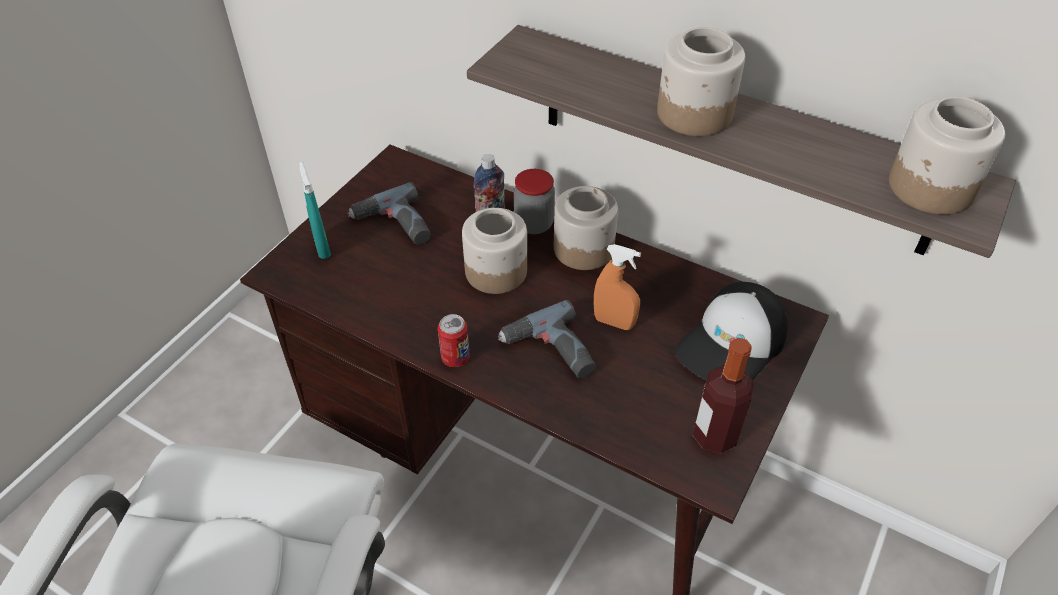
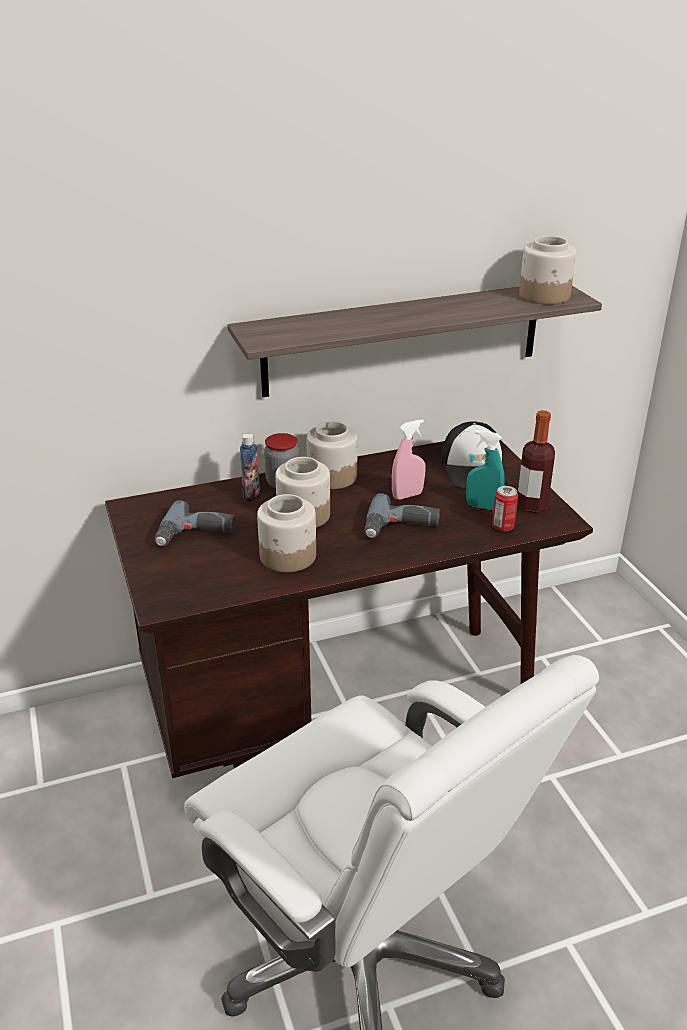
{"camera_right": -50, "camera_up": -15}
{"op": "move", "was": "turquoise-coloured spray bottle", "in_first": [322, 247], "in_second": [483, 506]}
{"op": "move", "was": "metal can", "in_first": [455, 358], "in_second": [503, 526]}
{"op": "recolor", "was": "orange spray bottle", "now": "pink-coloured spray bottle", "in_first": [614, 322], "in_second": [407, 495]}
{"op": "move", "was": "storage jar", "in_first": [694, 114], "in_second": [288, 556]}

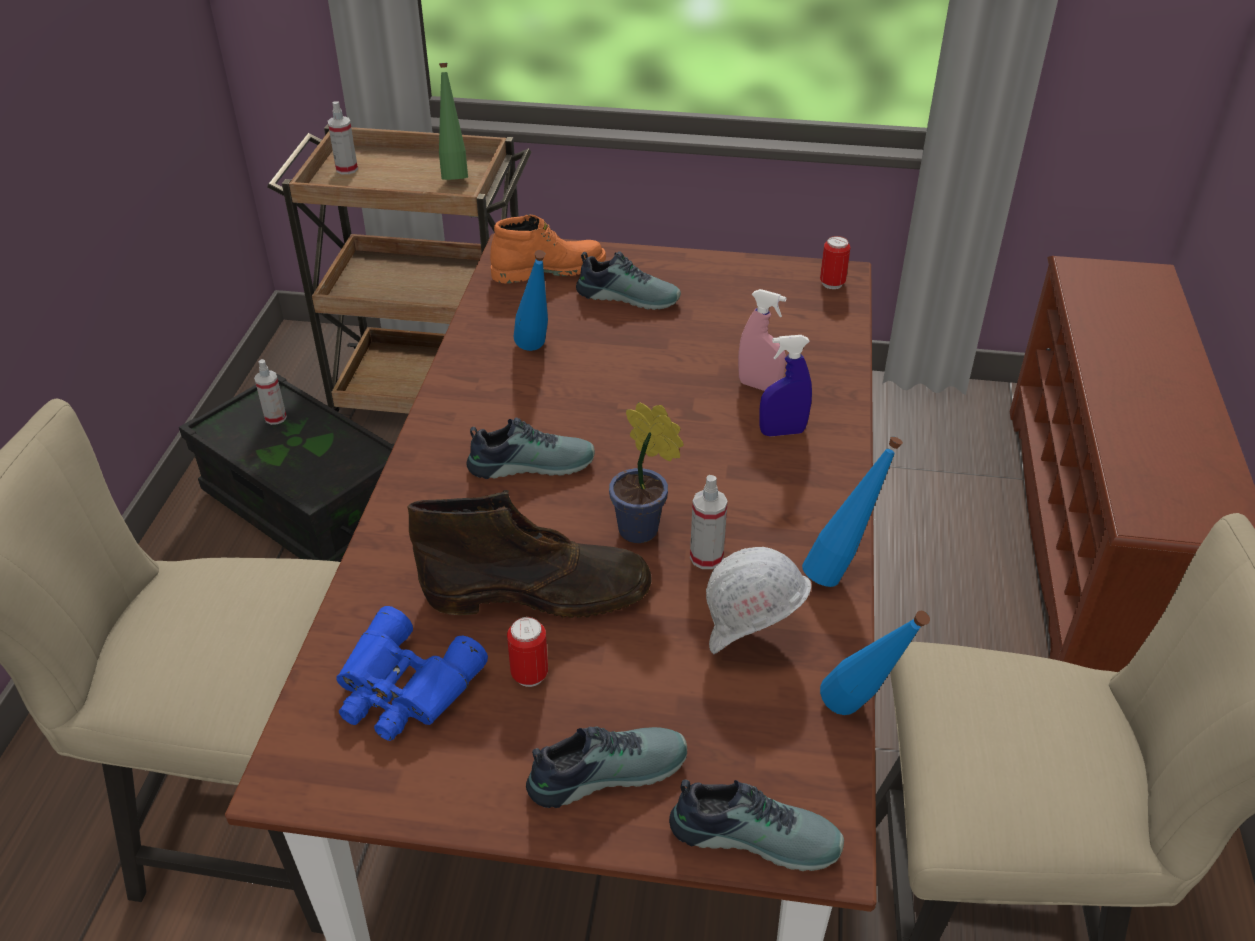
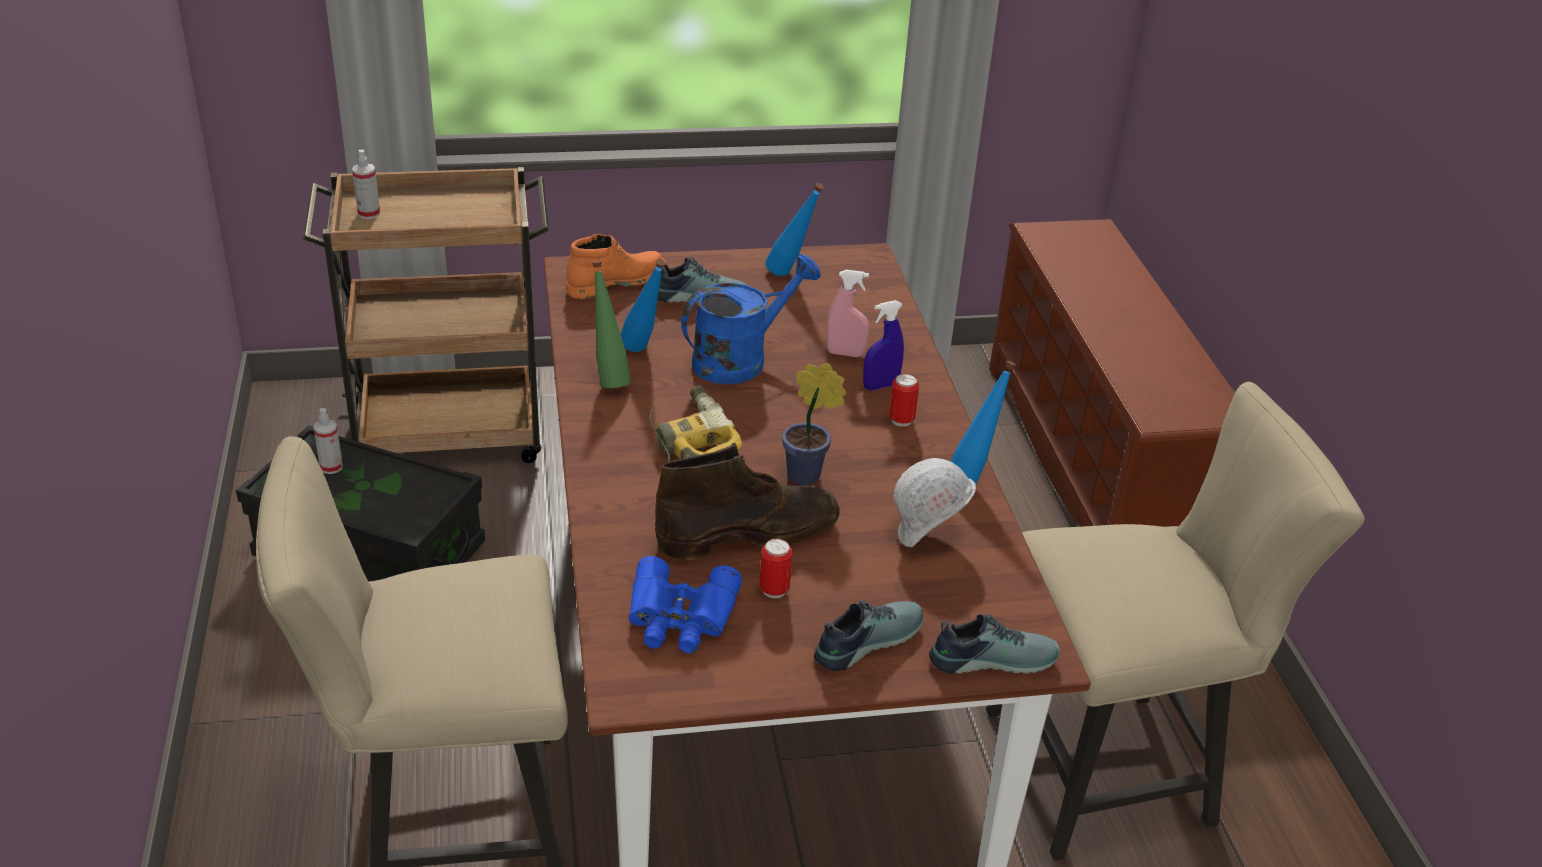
{"camera_right": -20, "camera_up": -5}
{"op": "move", "was": "greenish beverage bottle", "in_first": [454, 175], "in_second": [609, 379]}
{"op": "replace", "was": "low shoe", "now": "drill", "in_first": [531, 462], "in_second": [689, 439]}
{"op": "delete", "was": "spray bottle", "in_first": [706, 557]}
{"op": "move", "was": "metal can", "in_first": [832, 283], "in_second": [901, 420]}
{"op": "move", "was": "bluish beverage bottle", "in_first": [860, 715], "in_second": [791, 275]}
{"op": "insert", "now": "bluish watering pot", "in_second": [740, 359]}

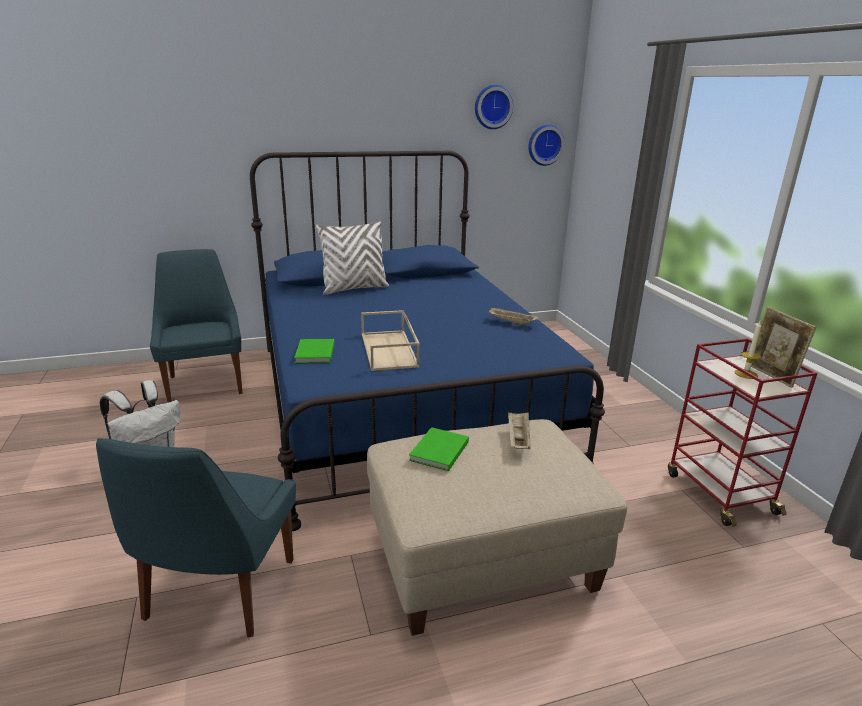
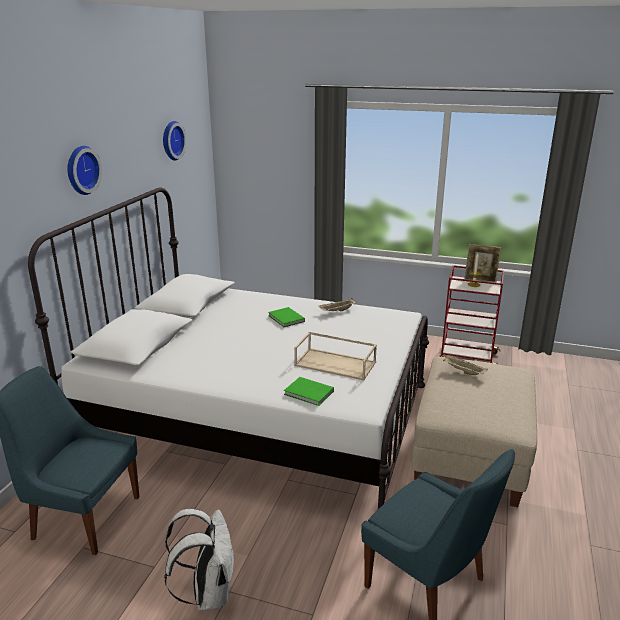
{"camera_right": -55, "camera_up": 0}
{"op": "recolor", "was": "bluish sleeping bed", "now": "whitish sleeping bed", "in_first": [400, 401], "in_second": [259, 417]}
{"op": "delete", "was": "whitish cushion", "in_first": [354, 288]}
{"op": "move", "was": "greenish volume", "in_first": [438, 451], "in_second": [286, 319]}
{"op": "move", "was": "wall clock", "in_first": [544, 144], "in_second": [80, 170]}

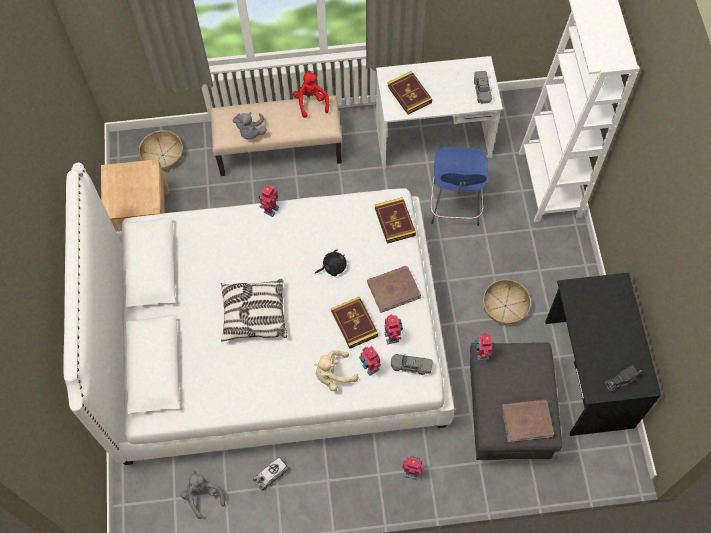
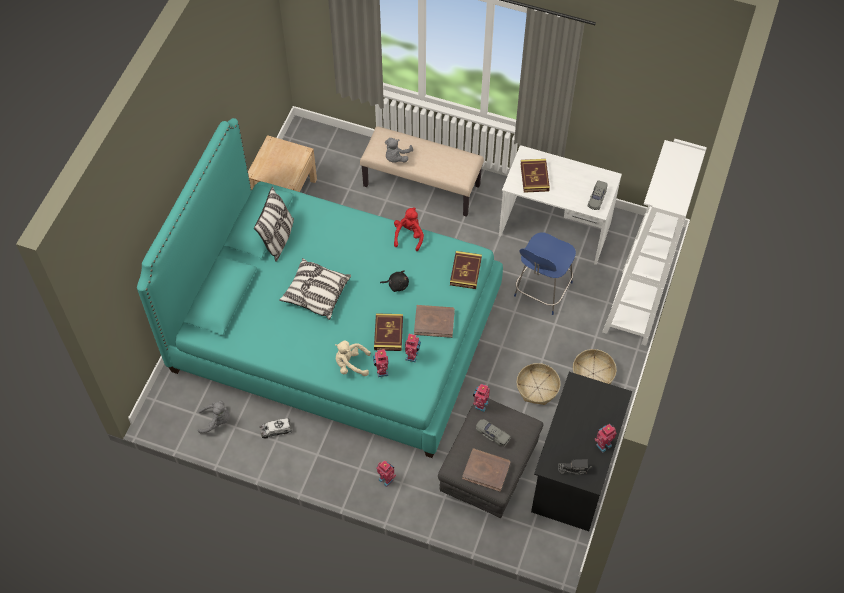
{"camera_right": 25, "camera_up": -5}
{"op": "recolor", "was": "whitish sleeping bed", "now": "turquoise-coloured sleeping bed", "in_first": [275, 341], "in_second": [335, 332]}
{"op": "move", "was": "basket", "in_first": [162, 155], "in_second": [593, 373]}
{"op": "rotate", "was": "greyish cuddly toy", "in_first": [203, 495], "in_second": [216, 421], "clockwise": 90}
{"op": "move", "was": "toy robot", "in_first": [270, 209], "in_second": [603, 444]}
{"op": "move", "was": "red cuddly toy", "in_first": [311, 102], "in_second": [409, 236]}
{"op": "move", "was": "greyish toy car", "in_first": [411, 366], "in_second": [492, 434]}
{"op": "insert", "now": "cushion", "in_second": [278, 238]}

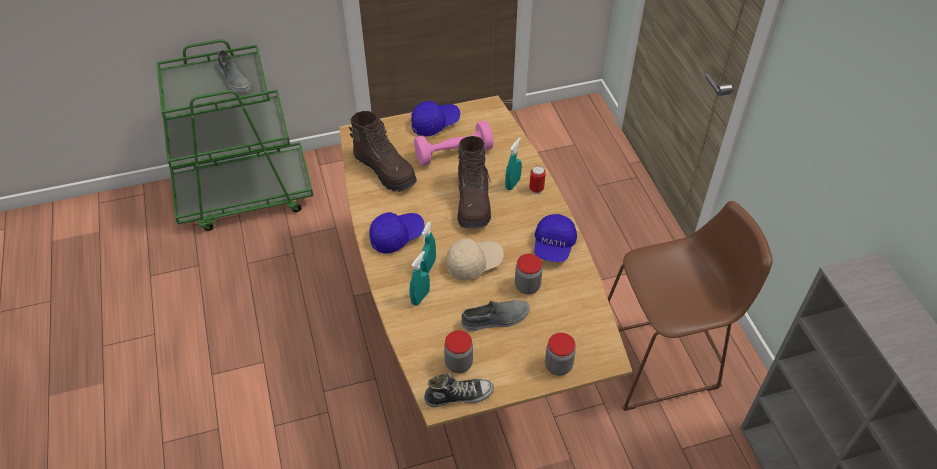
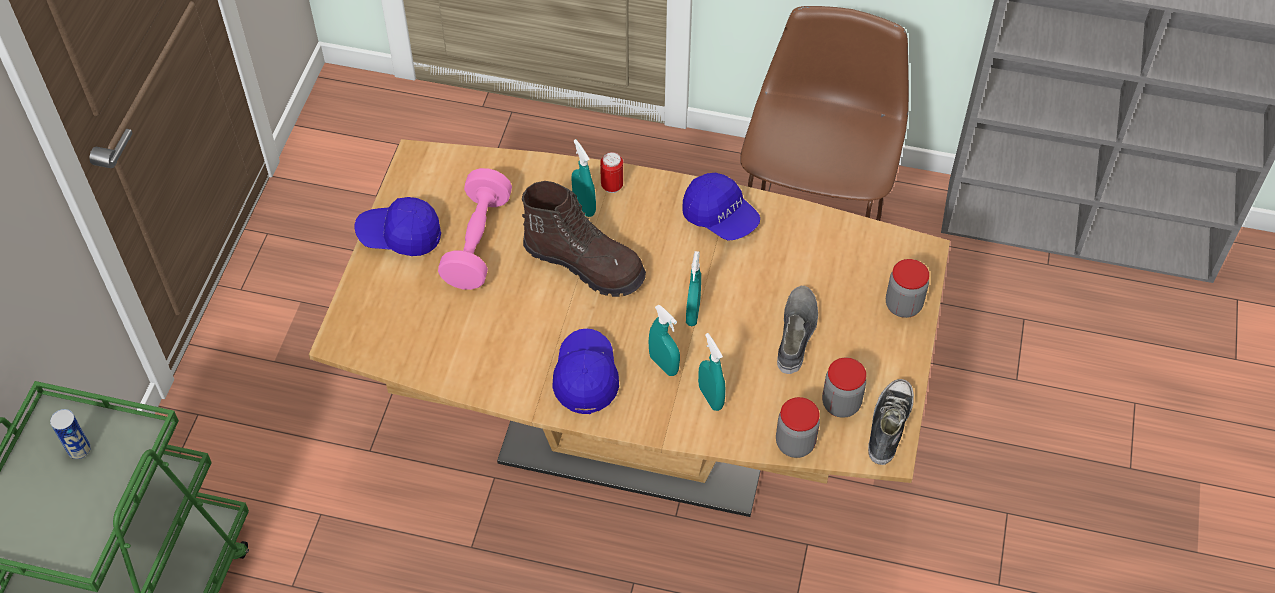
{"camera_right": -60, "camera_up": 5}
{"op": "replace", "was": "greyish low shoe", "now": "metal can", "in_first": [234, 78], "in_second": [79, 450]}
{"op": "delete", "was": "brown-coloured tall boot", "in_first": [385, 170]}
{"op": "rotate", "was": "bluish peaked cap", "in_first": [435, 123], "in_second": [400, 236], "clockwise": -90}
{"op": "replace", "was": "beige-coloured peaked cap", "now": "turquoise-coloured spray bottle", "in_first": [474, 263], "in_second": [692, 313]}
{"op": "move", "was": "storage jar", "in_first": [527, 286], "in_second": [795, 443]}

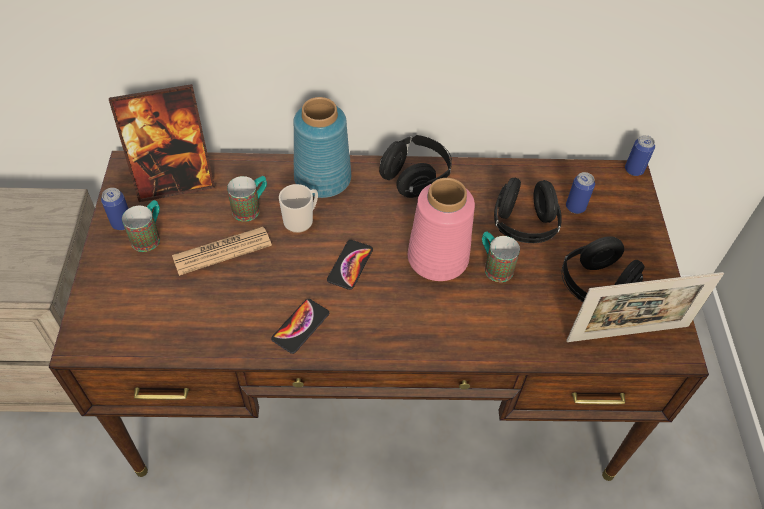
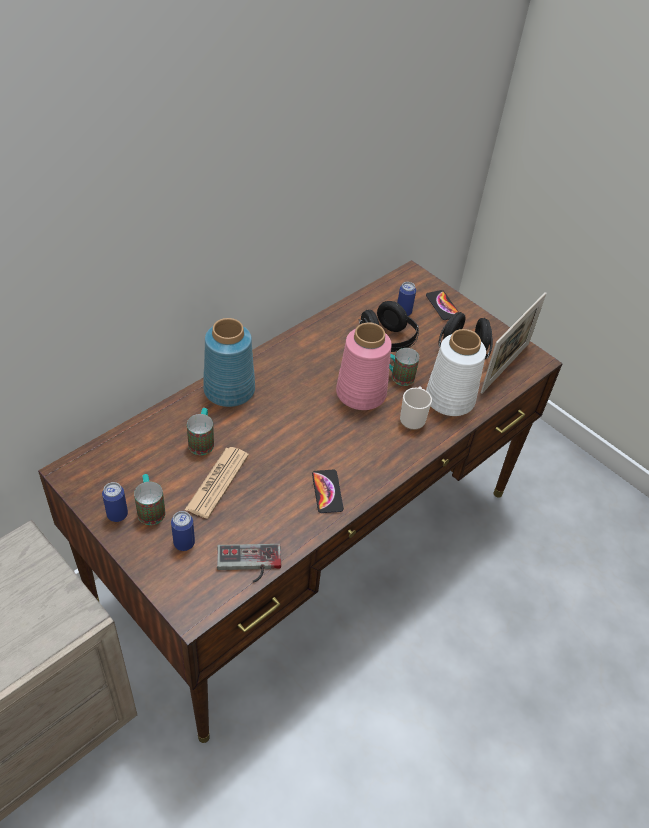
{"camera_right": -45, "camera_up": -5}
{"op": "delete", "was": "standing frame", "in_first": [175, 182]}
{"op": "move", "was": "tea mug", "in_first": [301, 220], "in_second": [413, 418]}
{"op": "move", "was": "phone", "in_first": [350, 265], "in_second": [442, 306]}
{"op": "delete", "was": "black-coloured headphones", "in_first": [415, 177]}
{"op": "move", "was": "metal can", "in_first": [634, 170], "in_second": [184, 543]}
{"op": "insert", "now": "joypad", "in_second": [249, 565]}
{"op": "insert", "now": "whitish vase", "in_second": [450, 400]}

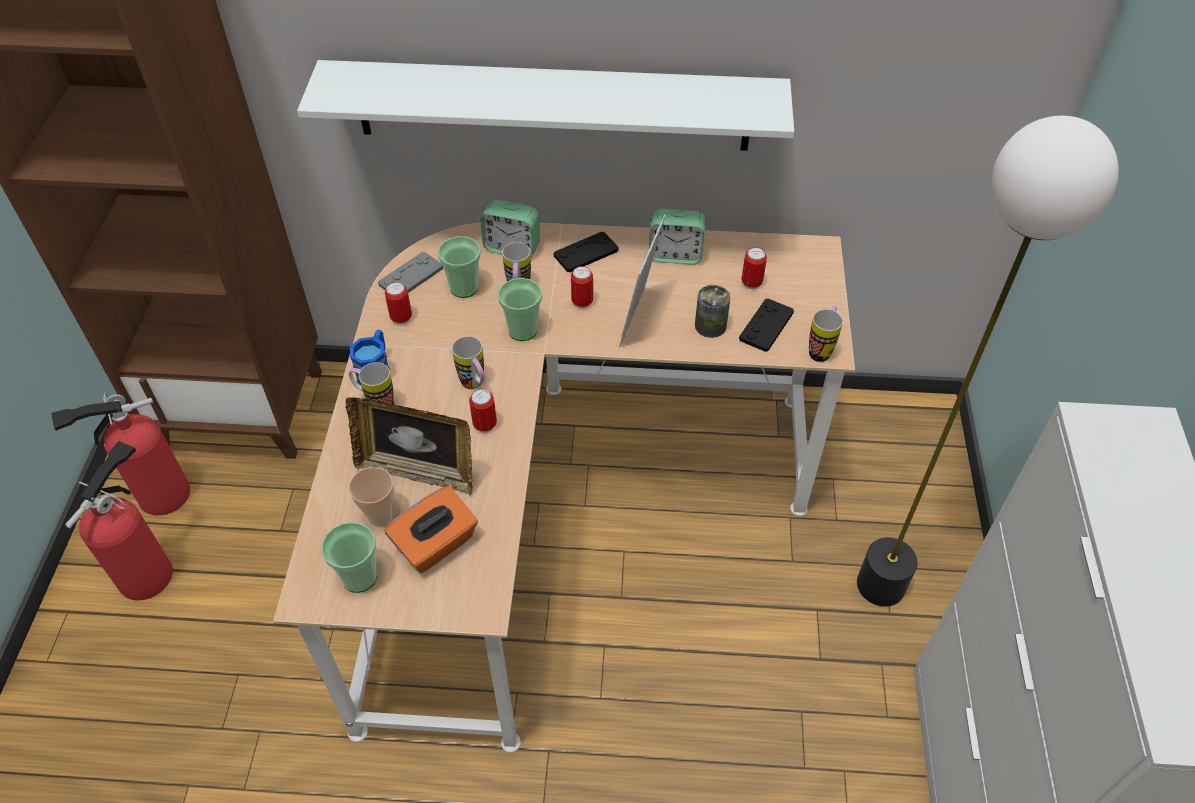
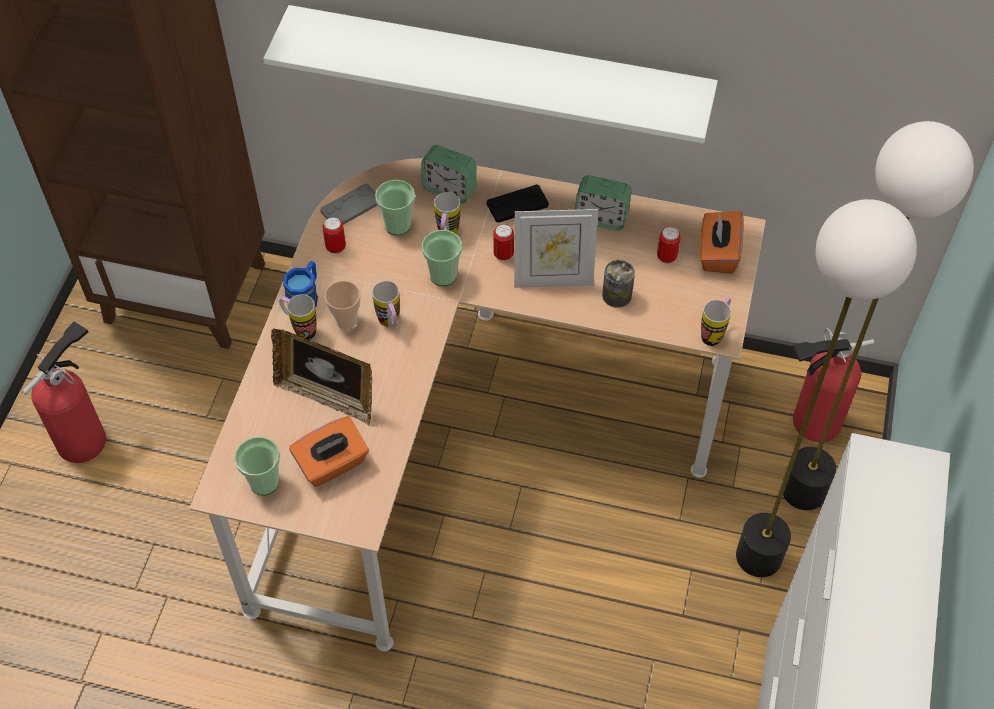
{"camera_right": 10, "camera_up": 5}
{"op": "move", "was": "extinguisher", "in_first": [158, 496], "in_second": [811, 422]}
{"op": "move", "was": "drinking cup", "in_first": [379, 515], "in_second": [346, 321]}
{"op": "delete", "was": "metal can", "in_first": [485, 425]}
{"op": "rotate", "was": "standing frame", "in_first": [640, 319], "in_second": [553, 279], "clockwise": -120}
{"op": "delete", "was": "black-coloured joypad", "in_first": [766, 326]}
{"op": "insert", "now": "orange tissue box", "in_second": [718, 254]}
{"op": "insert", "now": "standard lamp", "in_second": [803, 490]}

